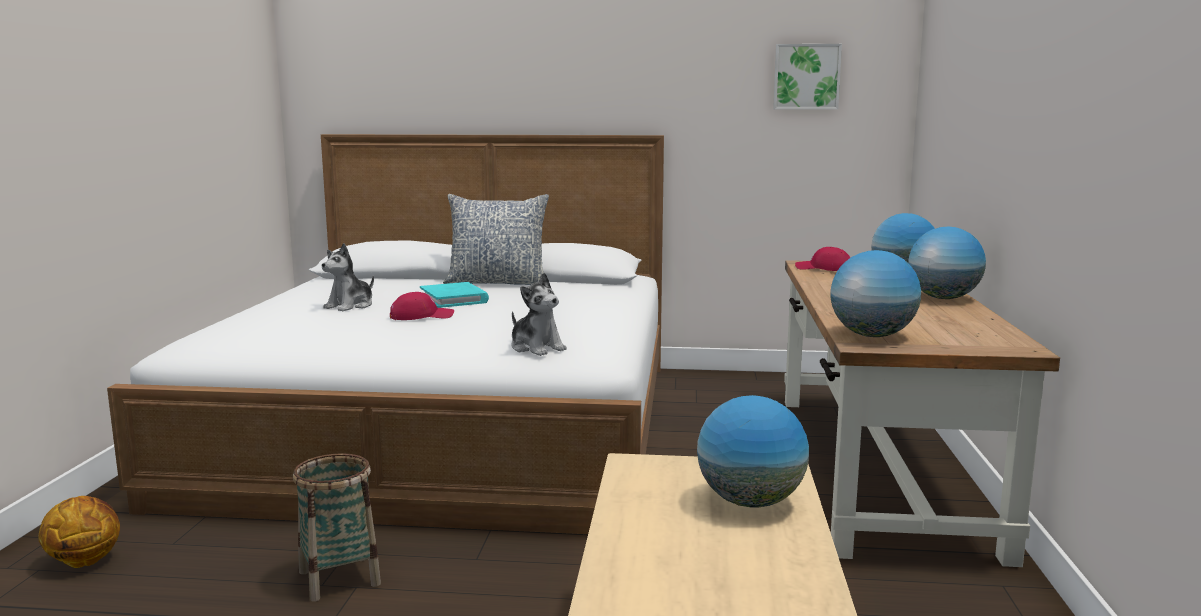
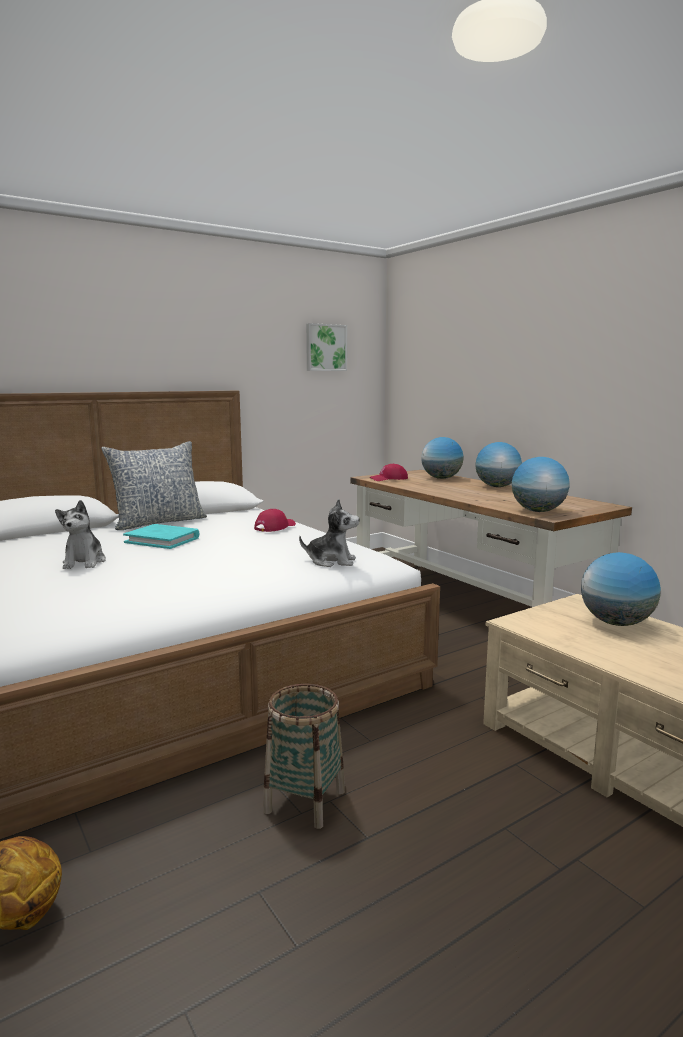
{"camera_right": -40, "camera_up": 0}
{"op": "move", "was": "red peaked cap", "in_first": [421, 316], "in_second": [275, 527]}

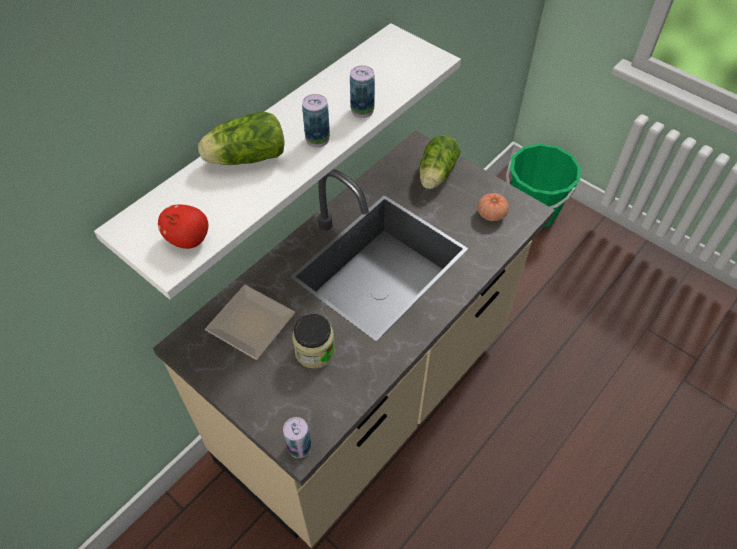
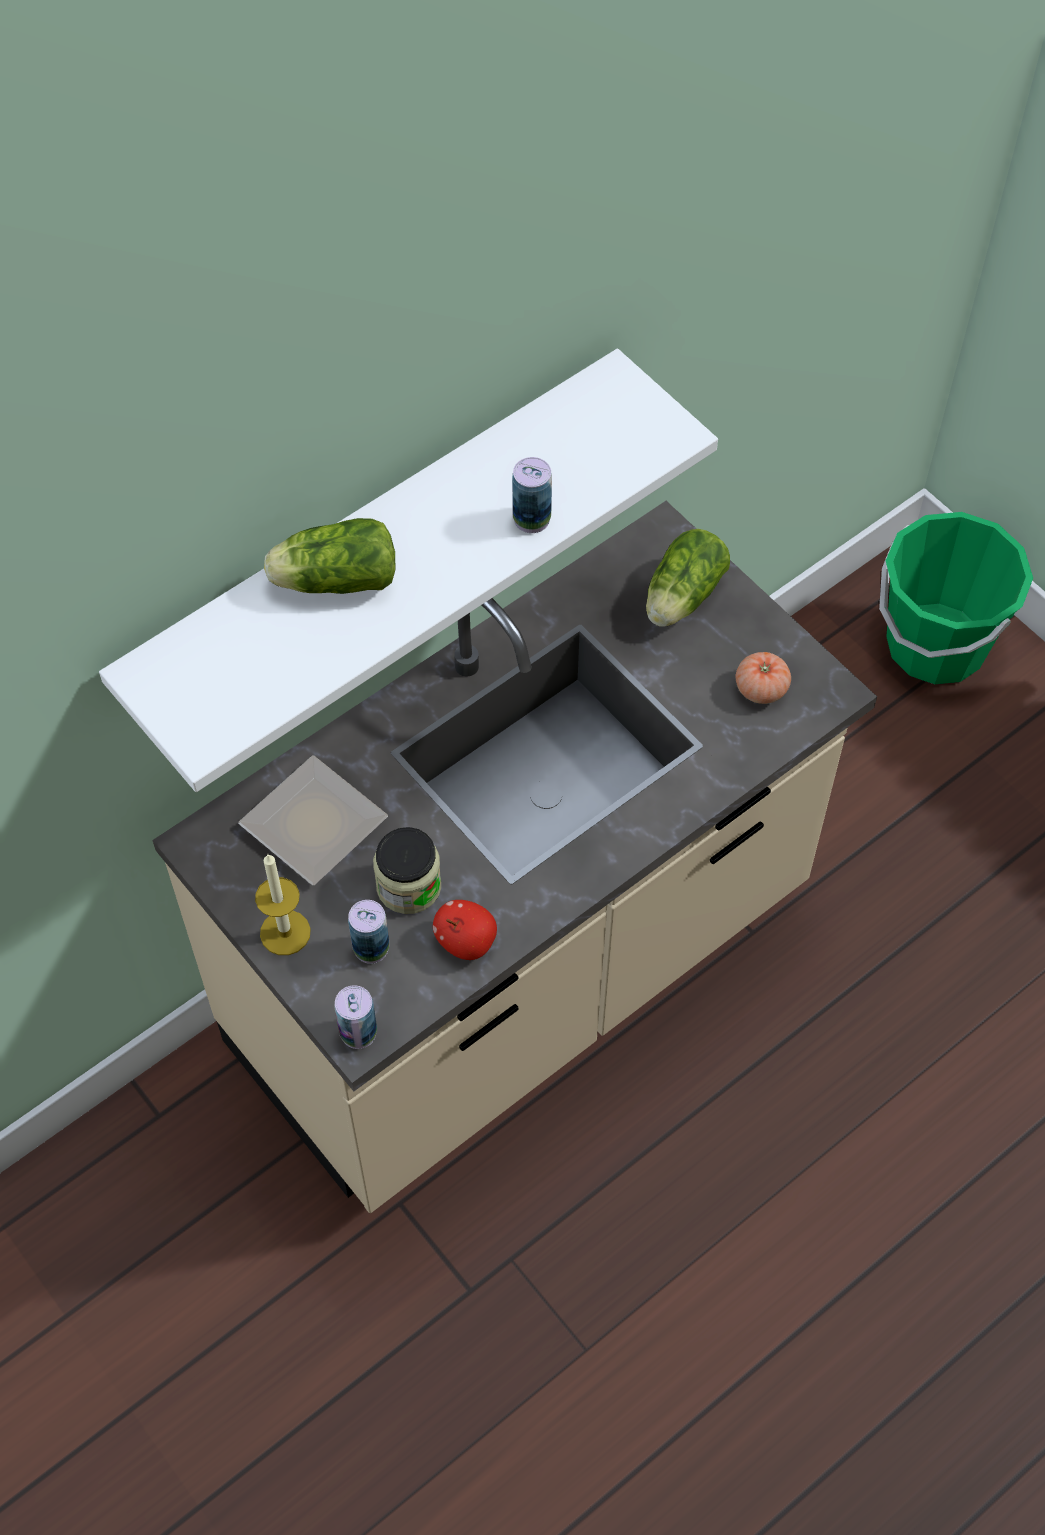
{"camera_right": 10, "camera_up": 5}
{"op": "move", "was": "apple", "in_first": [188, 239], "in_second": [466, 942]}
{"op": "move", "was": "metal can", "in_first": [317, 139], "in_second": [371, 948]}
{"op": "insert", "now": "wax candle", "in_second": [285, 932]}

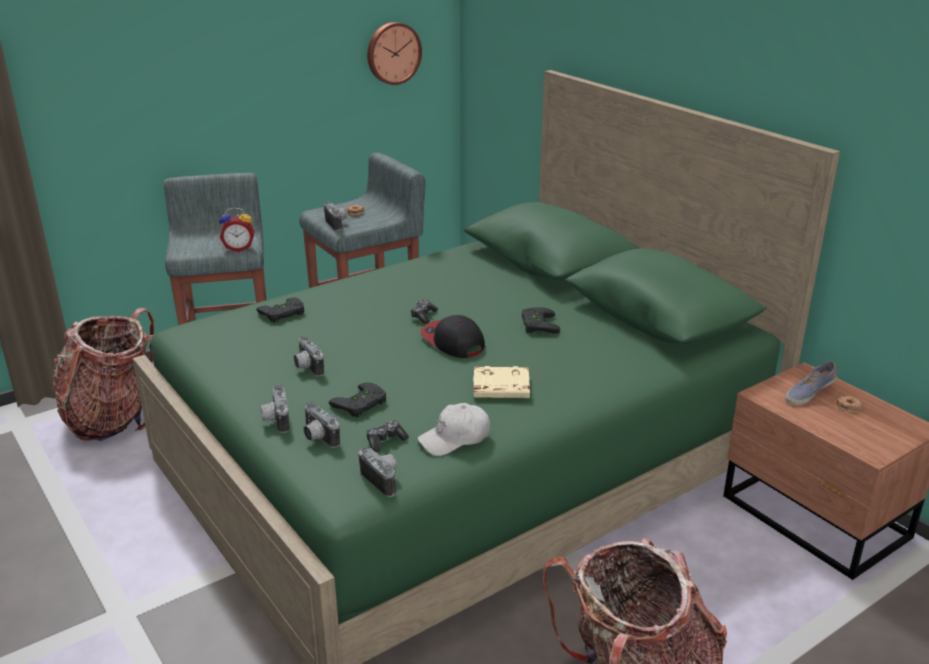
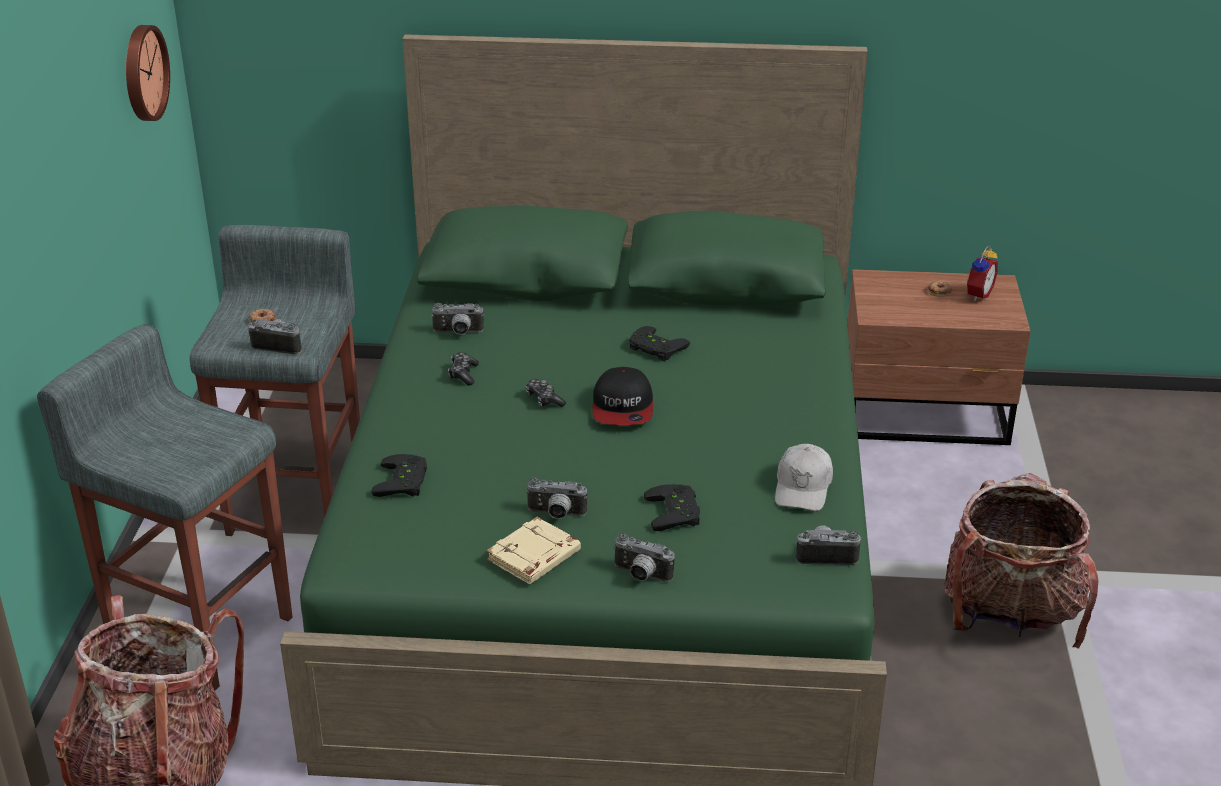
{"camera_right": -50, "camera_up": 5}
{"op": "move", "was": "bedside clock", "in_first": [239, 248], "in_second": [976, 294]}
{"op": "move", "was": "still camera", "in_first": [317, 438], "in_second": [458, 333]}
{"op": "move", "was": "joypad", "in_first": [385, 441], "in_second": [463, 374]}
{"op": "rotate", "was": "peaked cap", "in_first": [452, 341], "in_second": [623, 408], "clockwise": -90}
{"op": "move", "was": "beige-coloured volume", "in_first": [500, 388], "in_second": [534, 557]}
{"op": "delete", "was": "low shoe", "in_first": [808, 393]}

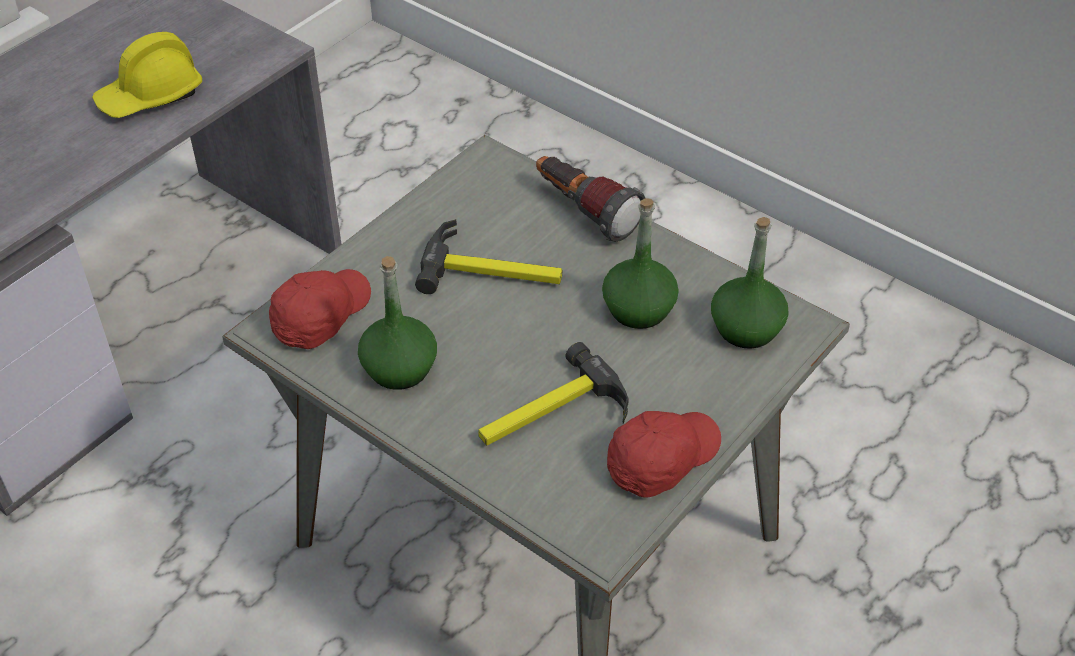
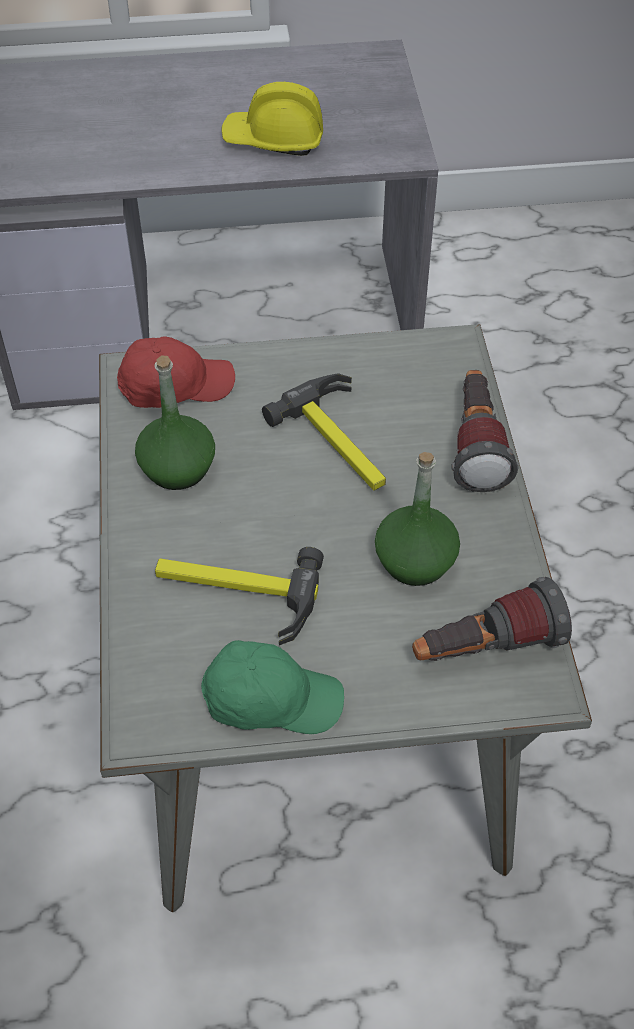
{"camera_right": 45, "camera_up": 5}
{"op": "recolor", "was": "red peaked cap", "now": "greenish peaked cap", "in_first": [660, 459], "in_second": [271, 699]}
{"op": "replace", "was": "greenish beverage bottle", "now": "torch", "in_first": [746, 328], "in_second": [485, 649]}

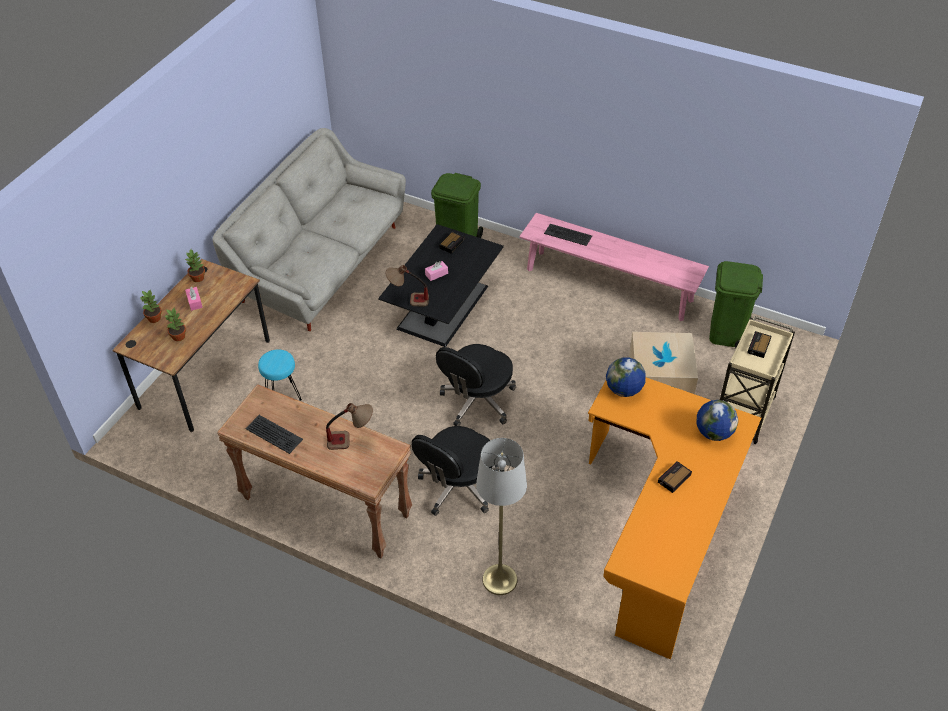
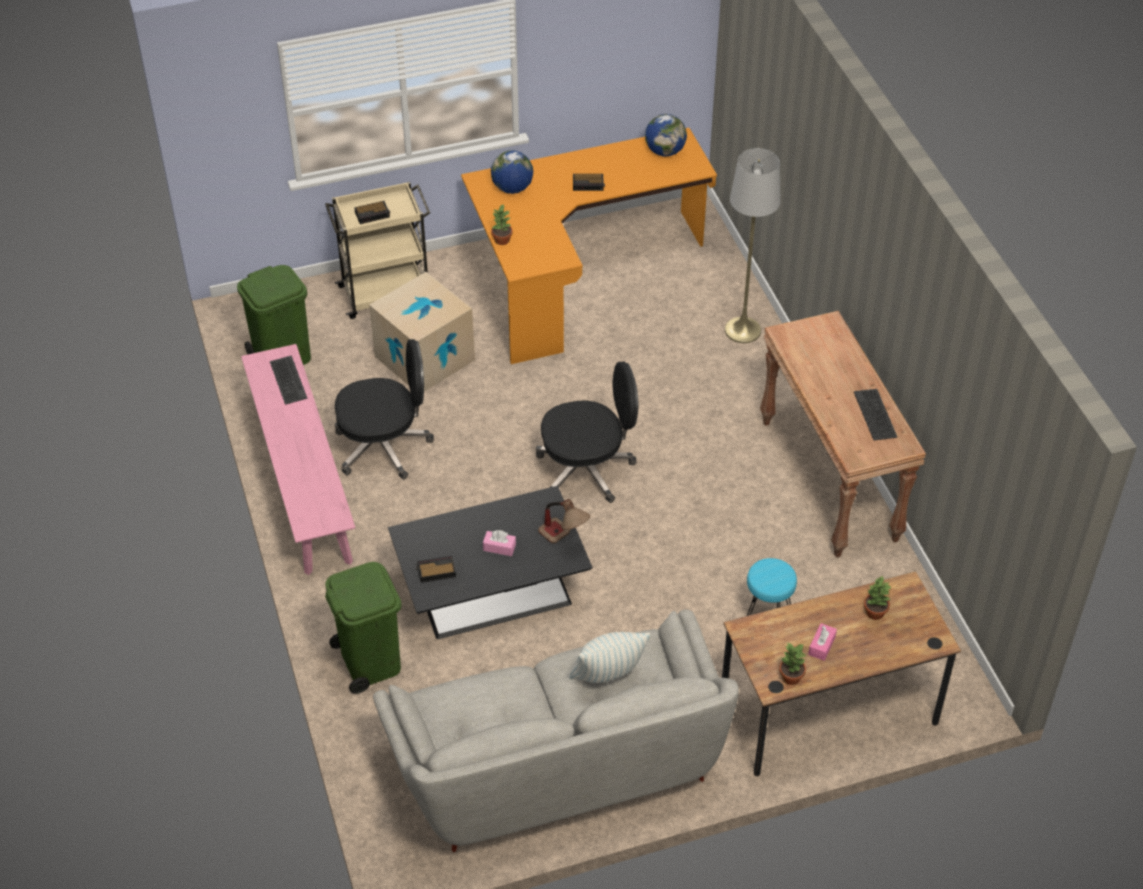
{"camera_right": -135, "camera_up": 0}
{"op": "move", "was": "potted plant", "in_first": [154, 318], "in_second": [501, 240]}
{"op": "delete", "was": "lamp for a table", "in_first": [351, 440]}
{"op": "move", "was": "black-coloured office chair", "in_first": [457, 487], "in_second": [384, 446]}
{"op": "move", "was": "keyboard", "in_first": [568, 235], "in_second": [287, 380]}
{"op": "move", "was": "desk globe", "in_first": [624, 390], "in_second": [665, 151]}
{"op": "insert", "now": "cushion", "in_second": [608, 675]}

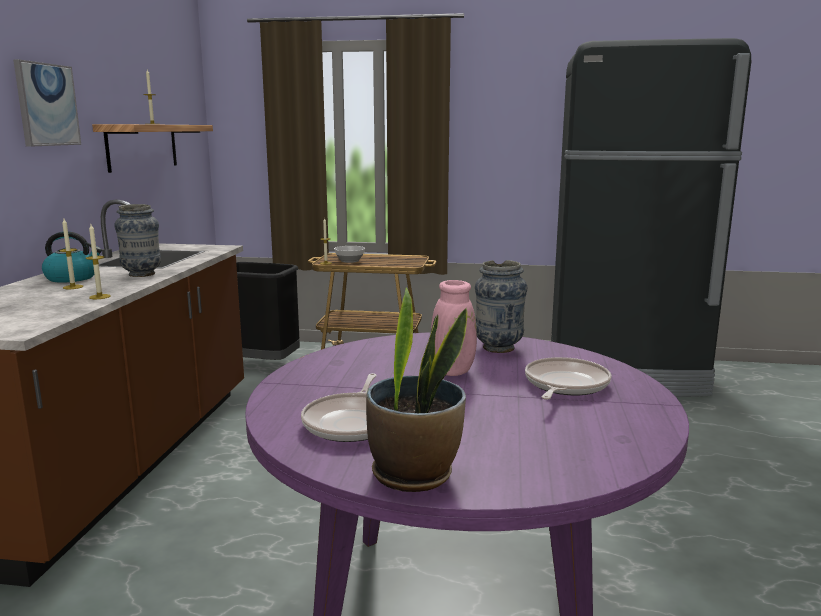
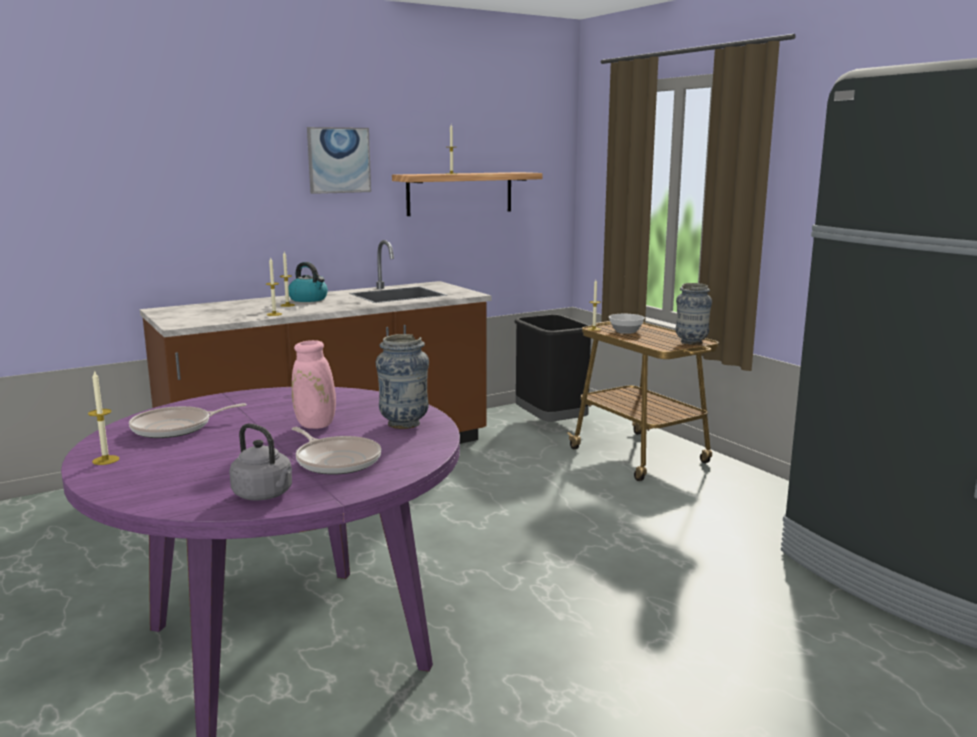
{"camera_right": 50, "camera_up": 0}
{"op": "move", "was": "vase", "in_first": [142, 274], "in_second": [691, 342]}
{"op": "replace", "was": "potted plant", "now": "wax candle", "in_first": [414, 474], "in_second": [105, 460]}
{"op": "rotate", "was": "skillet", "in_first": [564, 385], "in_second": [336, 460], "clockwise": 60}
{"op": "insert", "now": "greyish water kettle", "in_second": [265, 495]}

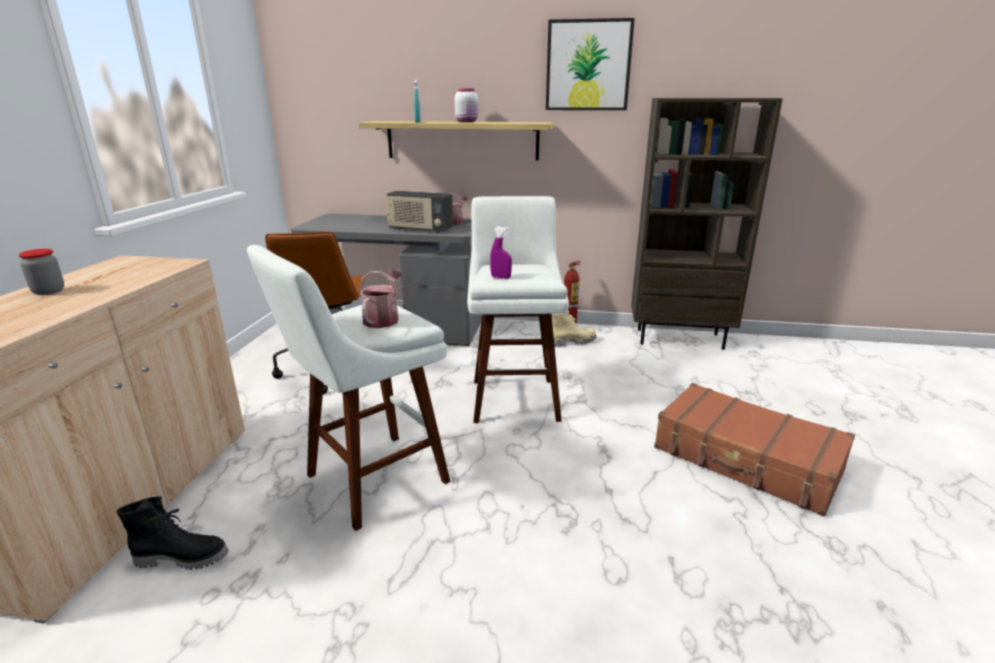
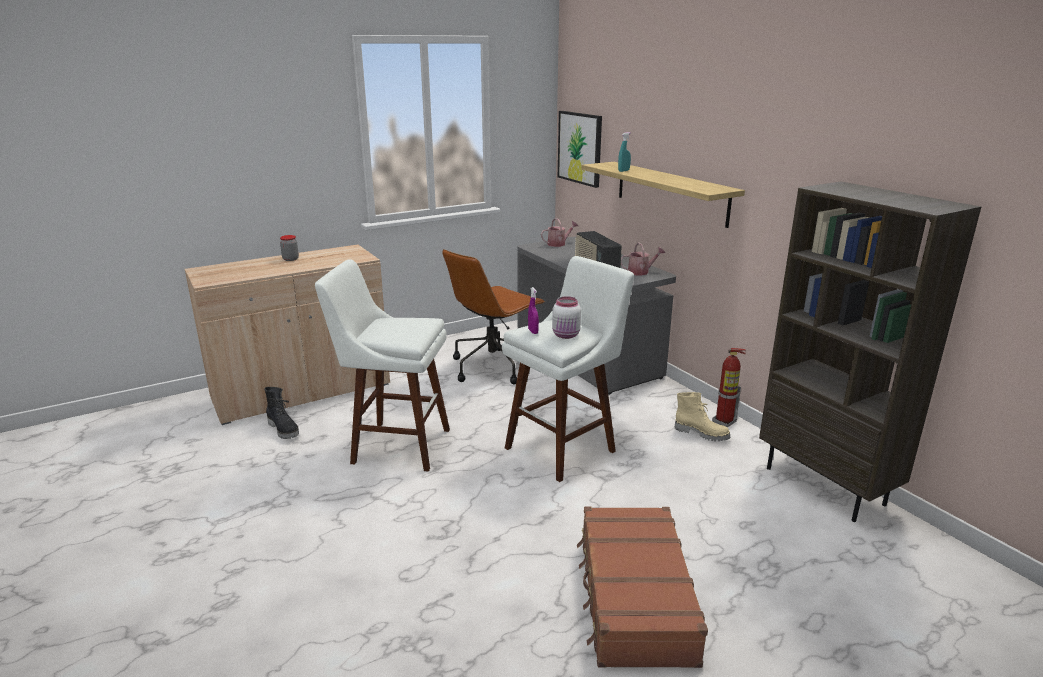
{"camera_right": 50, "camera_up": 0}
{"op": "move", "was": "watering pot", "in_first": [383, 319], "in_second": [559, 244]}
{"op": "move", "was": "whitish storage jar", "in_first": [467, 122], "in_second": [566, 335]}
{"op": "move", "was": "wall art", "in_first": [588, 66], "in_second": [580, 148]}

